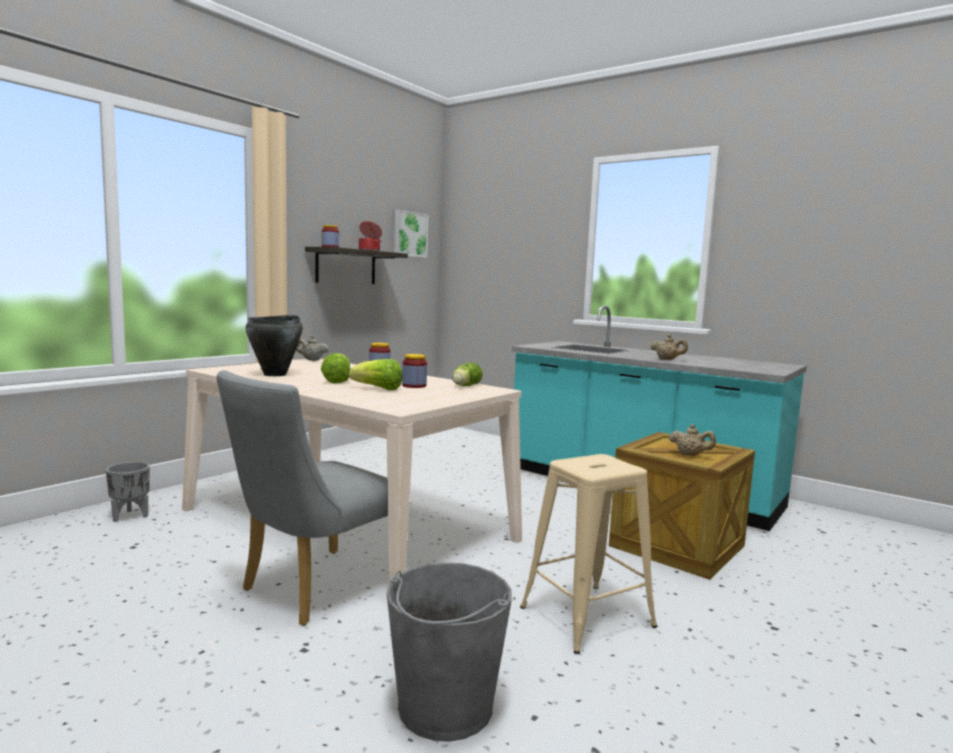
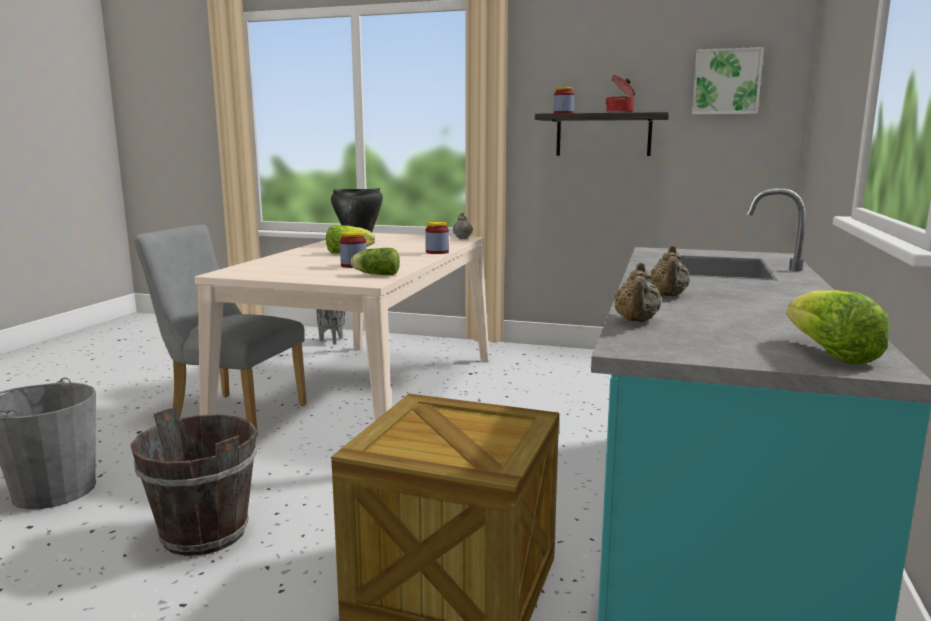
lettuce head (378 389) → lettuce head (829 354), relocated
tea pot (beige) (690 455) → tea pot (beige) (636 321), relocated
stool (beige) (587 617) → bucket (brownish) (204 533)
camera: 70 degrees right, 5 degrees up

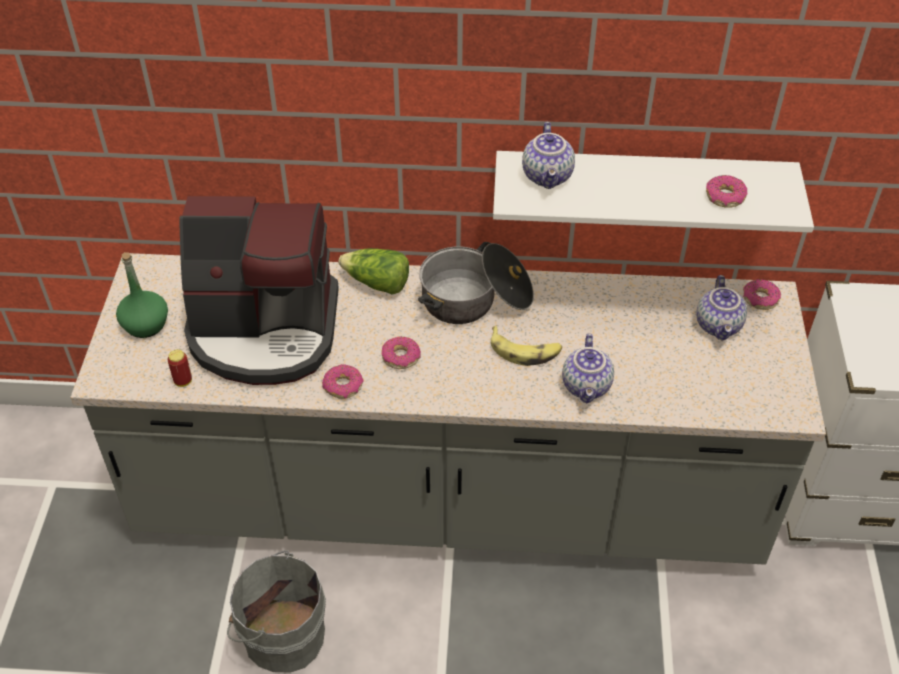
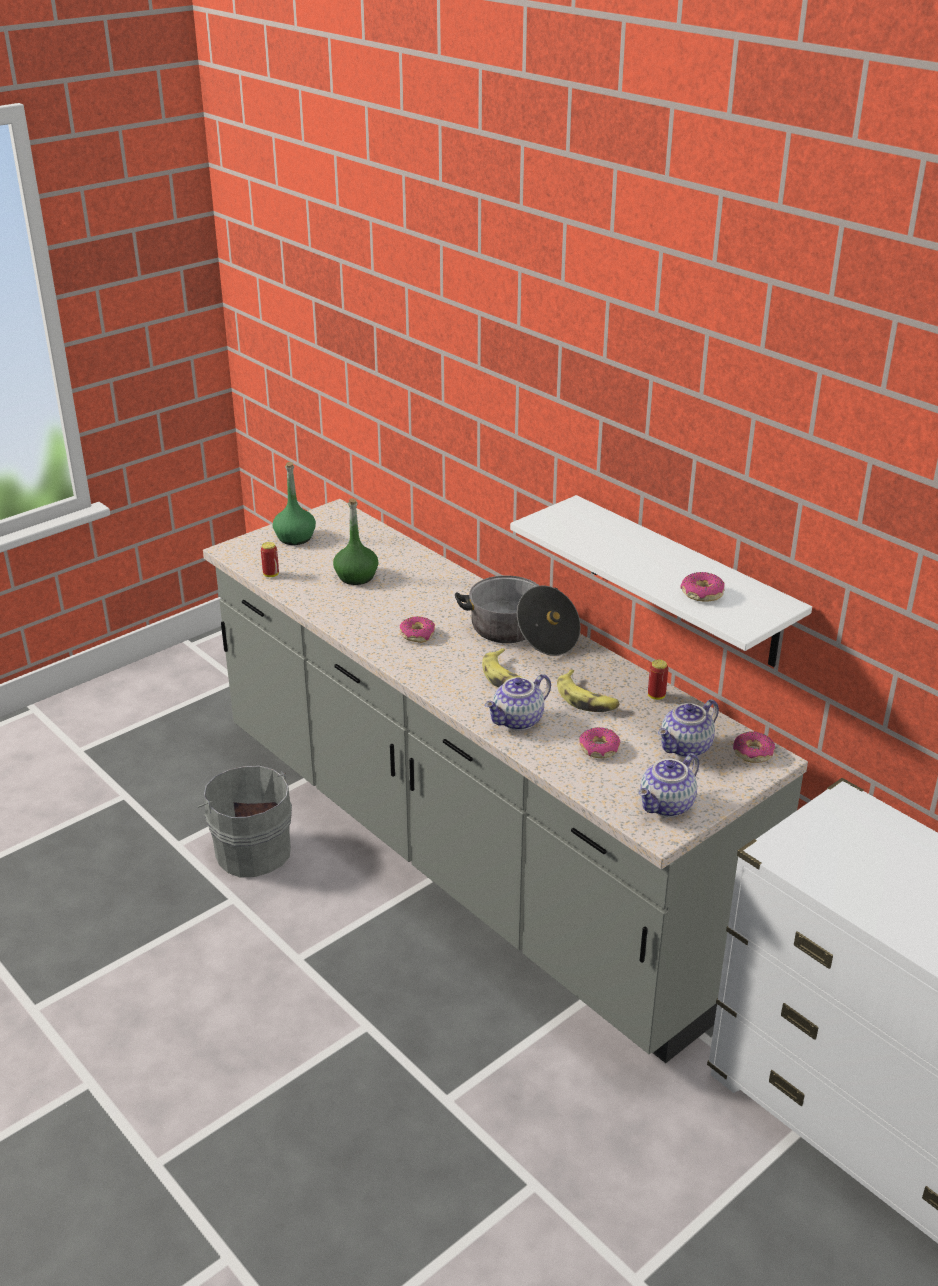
lettuce head (377 283) → -
- → whole banana (586 699)
- → metal can (656 696)
donut (343 386) → donut (599 749), relocated
tea pot (548 177) → tea pot (667 806), relocated
coffee machine (265 331) → beverage bottle (greenish) (356 577)
camera: 45 degrees right, 15 degrees down

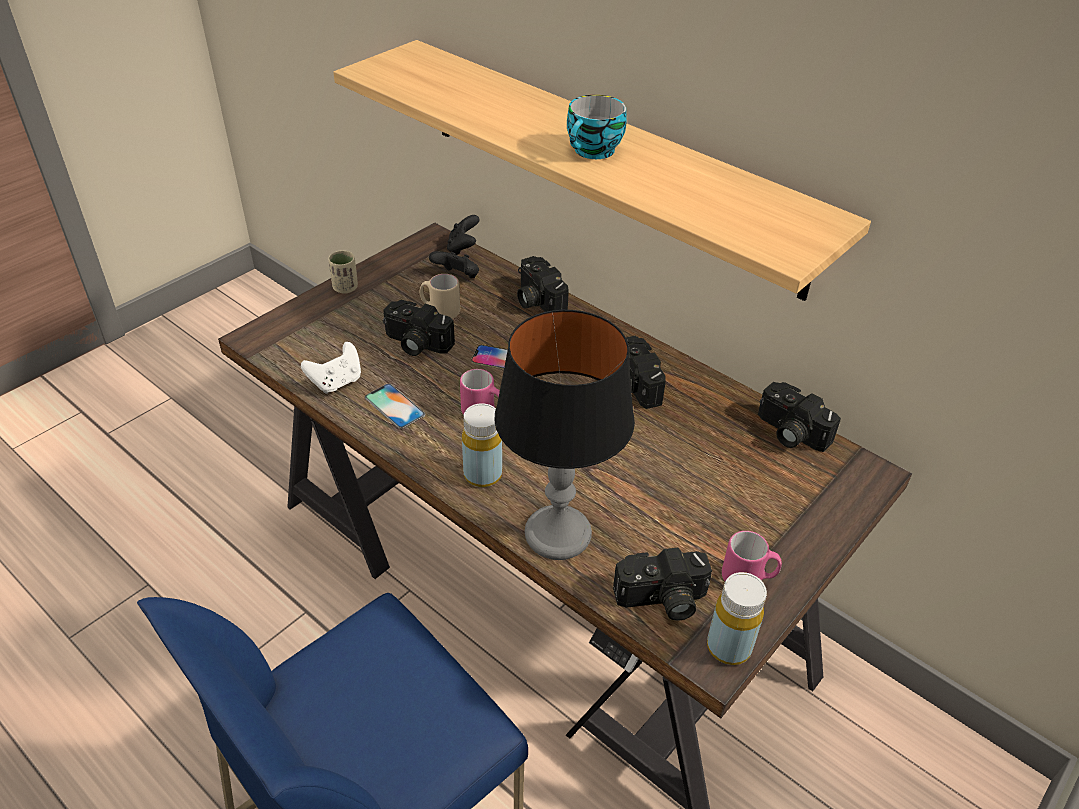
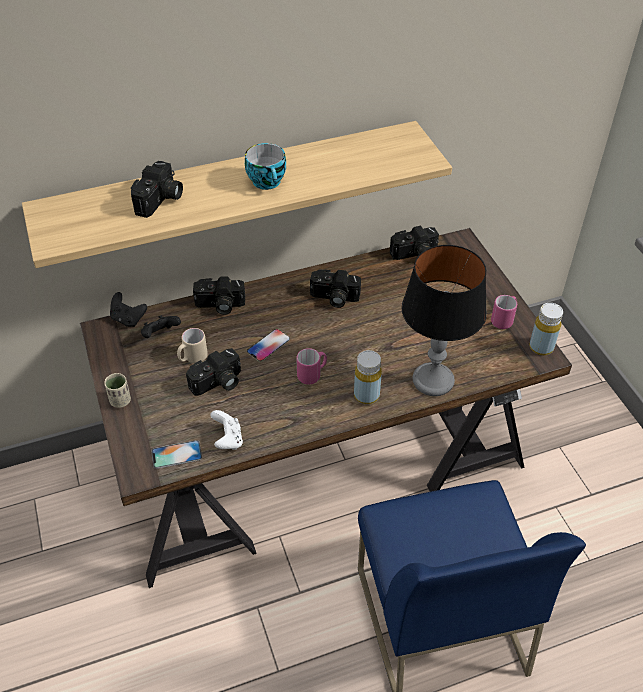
telephone (394 406) → telephone (176 454), relocated
still camera (661 600) → still camera (161 200), relocated
camera: 60 degrees left, 5 degrees up

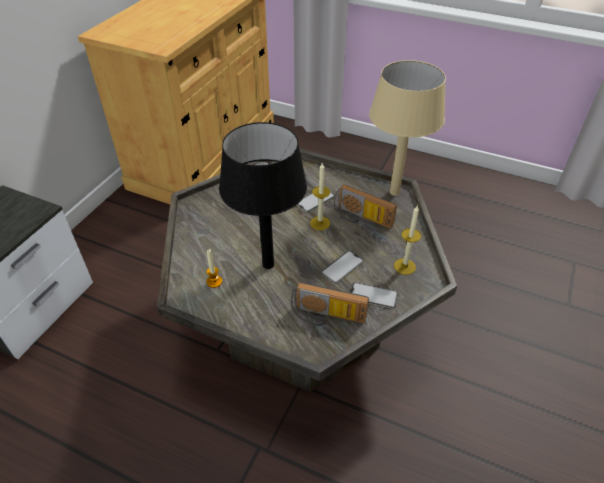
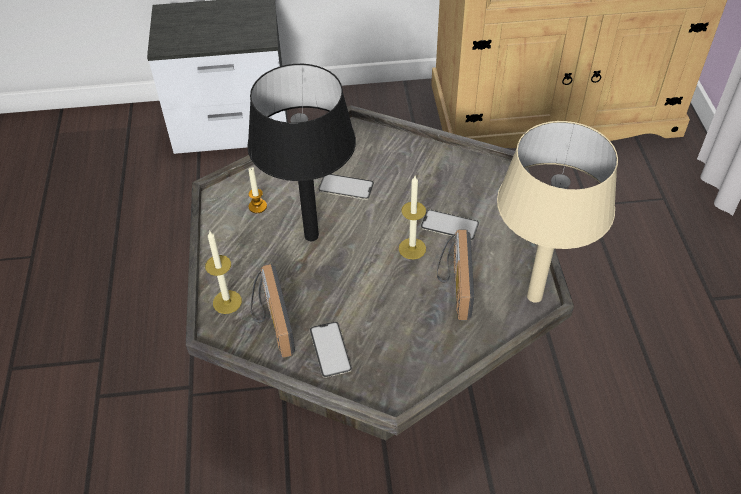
telephone (342 267) → telephone (346 187), relocated
wax candle (404 266) → wax candle (227 302), relocated
camera: 60 degrees right, 5 degrees up

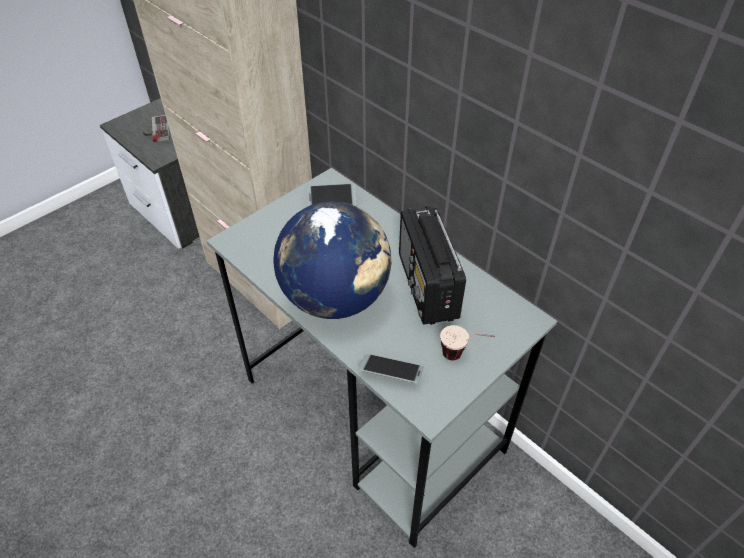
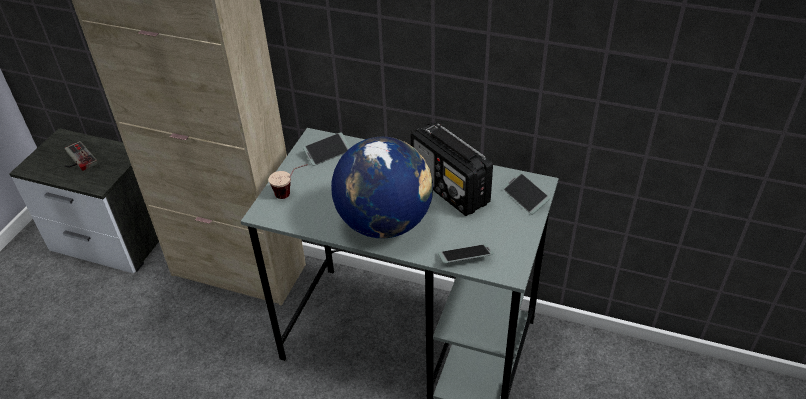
- → telephone (525 197)
small cup (463 356) → small cup (291 193), relocated
camera: 25 degrees left, 5 degrees down

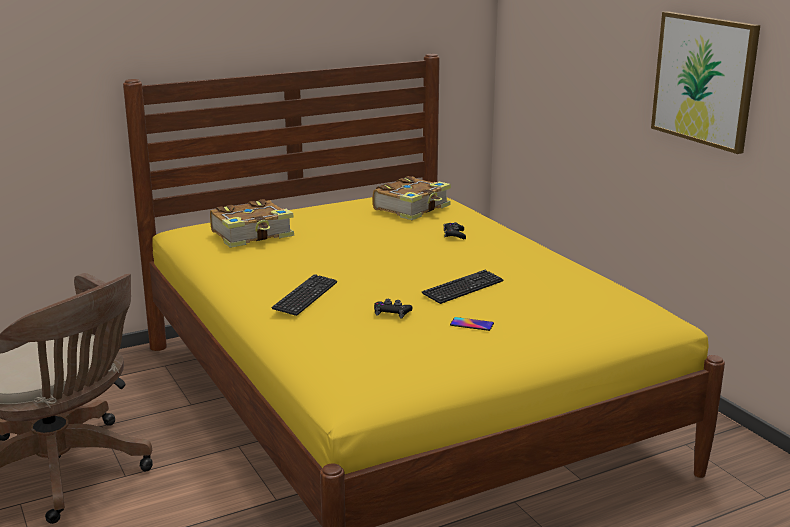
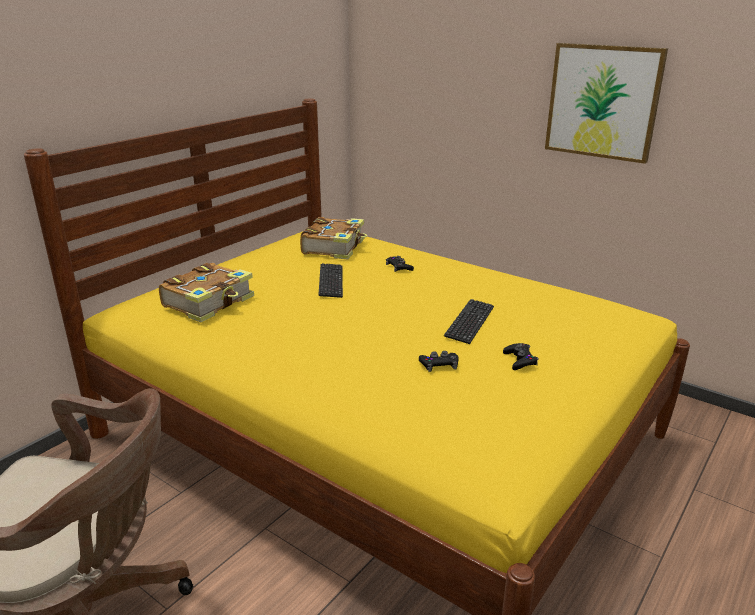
PC keyboard (305 296) → PC keyboard (331 282), relocated
telephone (472 324) → gamepad (blackish) (520 360)
camera: 25 degrees left, 5 degrees up

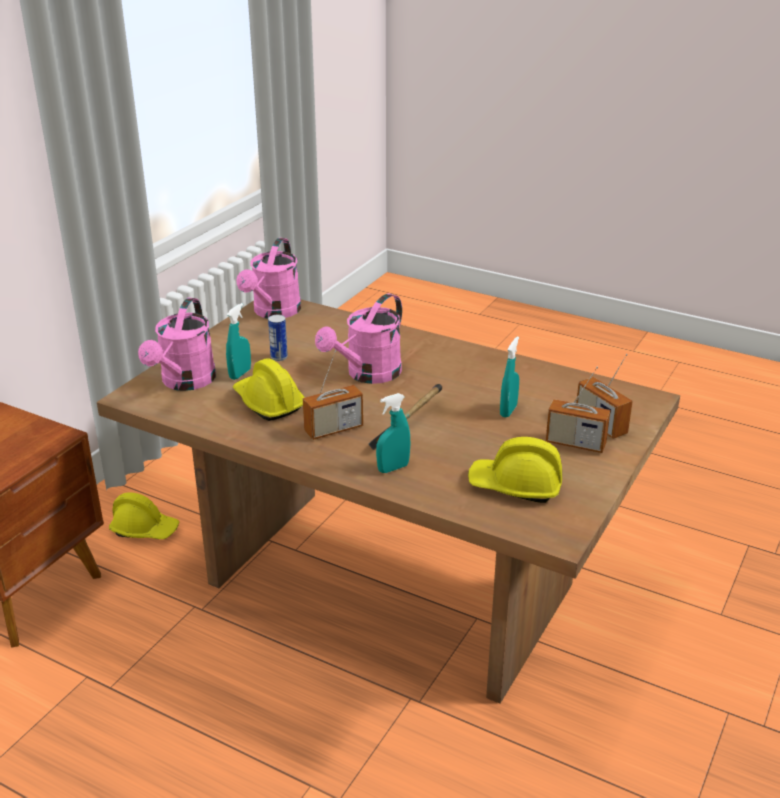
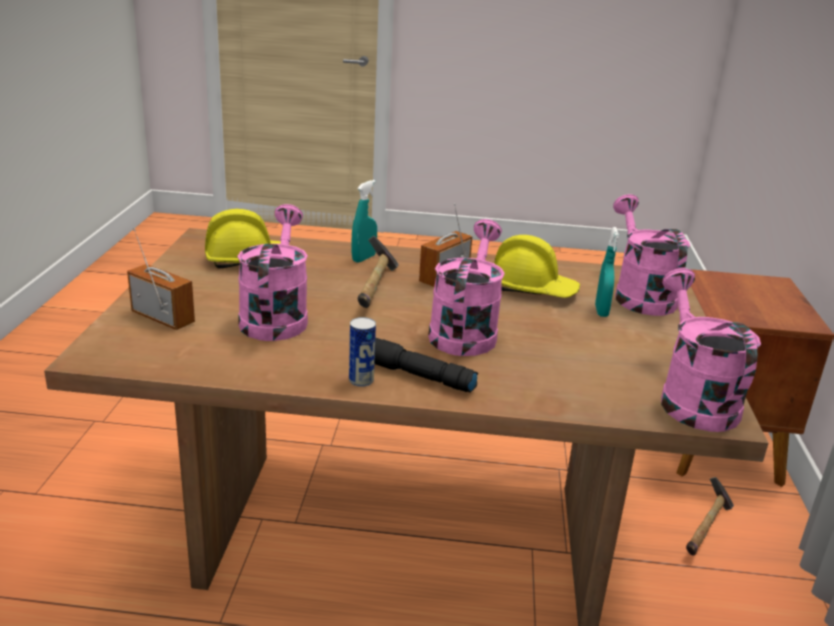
radio (575 443) → -
- → hand torch (blackish) (417 376)
metal can (279 357) → metal can (361 381), relocated
safety helmet (yellow-coloured) (145 529) → tool hammer (706 529)
sprayer (turquoise-coloured) (508 411) → watering can (pink-coloured) (275 317)
camera: 155 degrees right, 5 degrees down

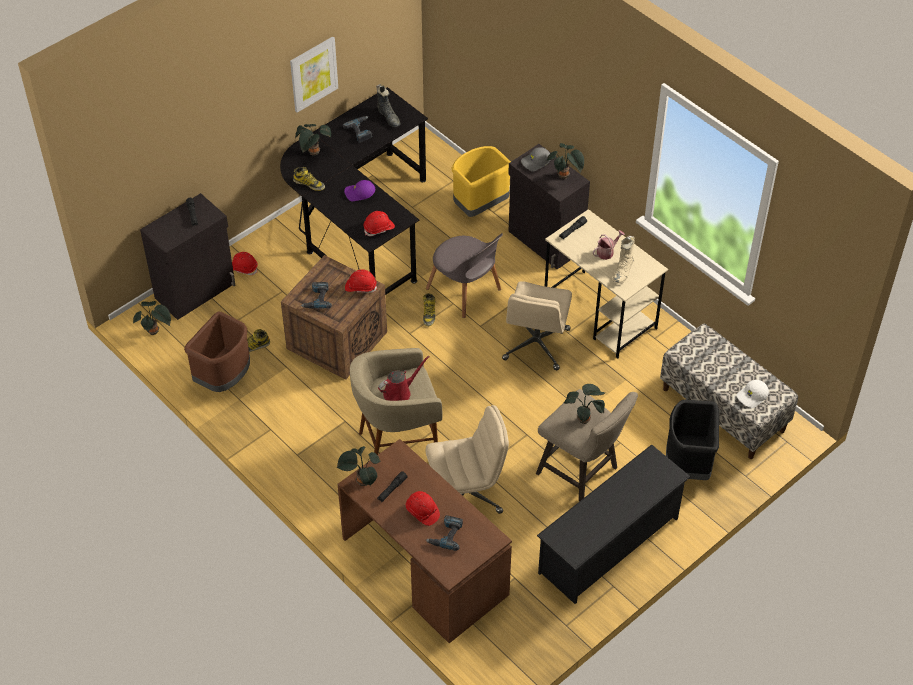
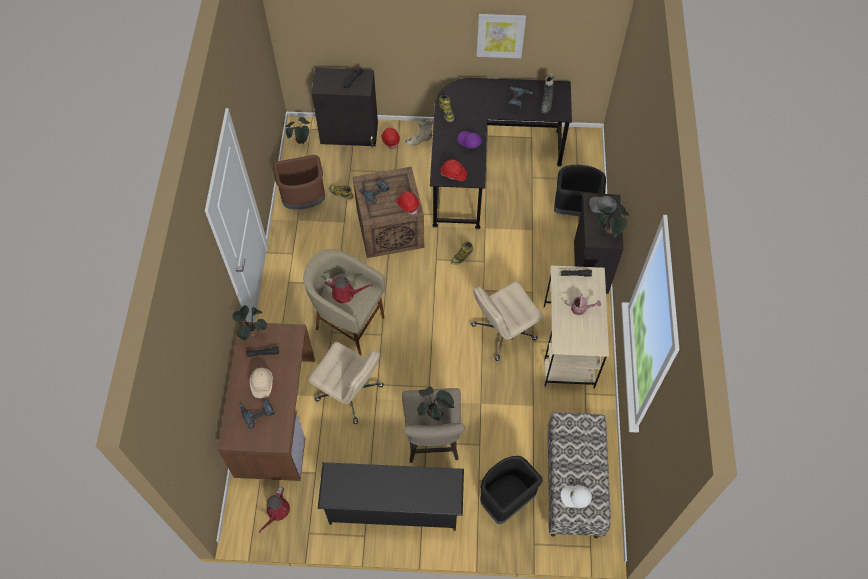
houseplant (313 153) → -
upright chair (grey) (465 291) → -
- → watering can (red) (277 512)
high-top boot (beige) (623 272) → high-top boot (beige) (419 140), relocated
safety helmet (red) (422 512) → safety helmet (beige) (262 384)
rubbish bin (yellow-coloured) (479 206) → rubbish bin (blackish) (574 209)
camera: 45 degrees right, 10 degrees up

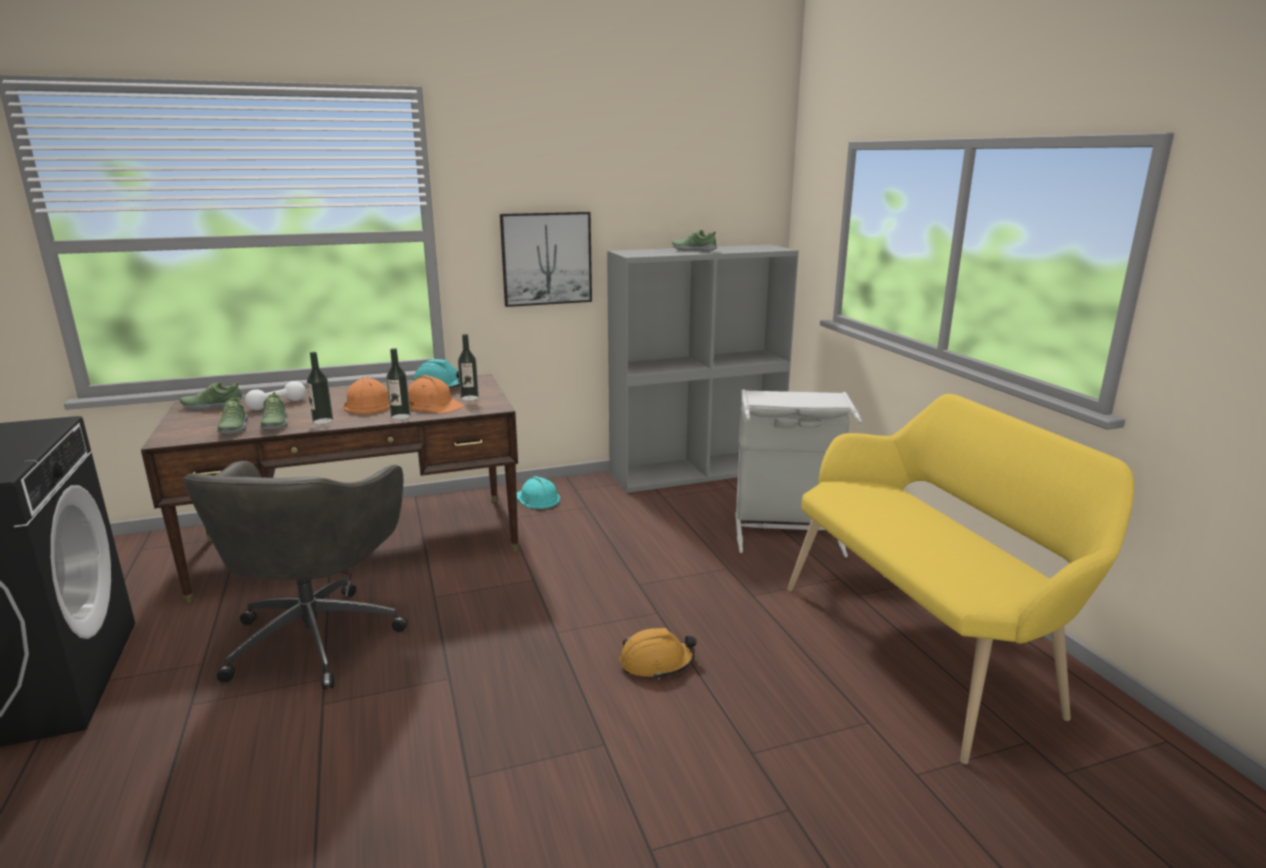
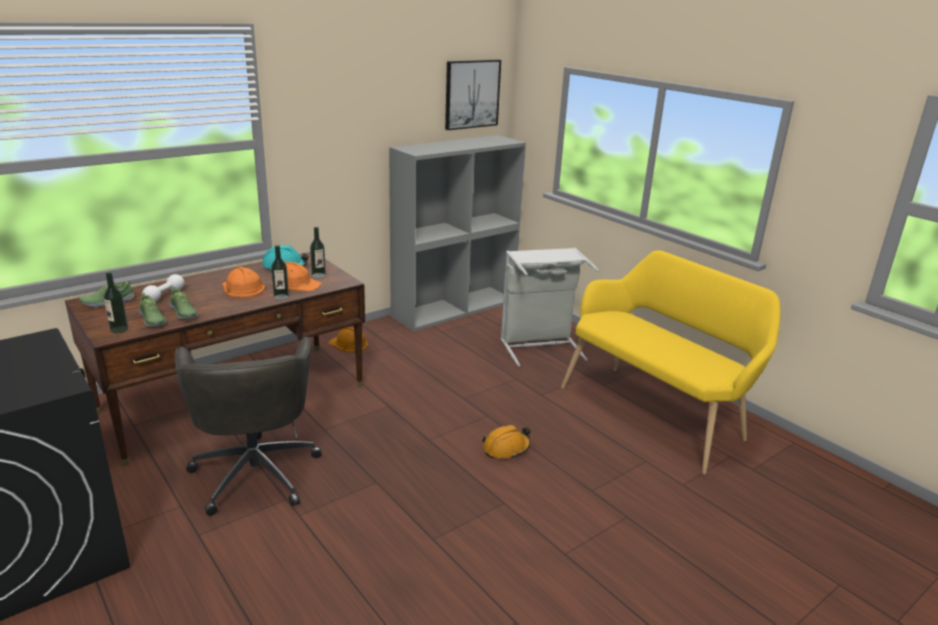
low shoe (693 250) → -
beverage bottle (323 421) → beverage bottle (119 329), relocated
picture (546 258) → picture (471 94), relocated
safety helmet (turquoise-coloured) (536 498) → safety helmet (orangey) (348 344)
camera: 20 degrees left, 5 degrees up

